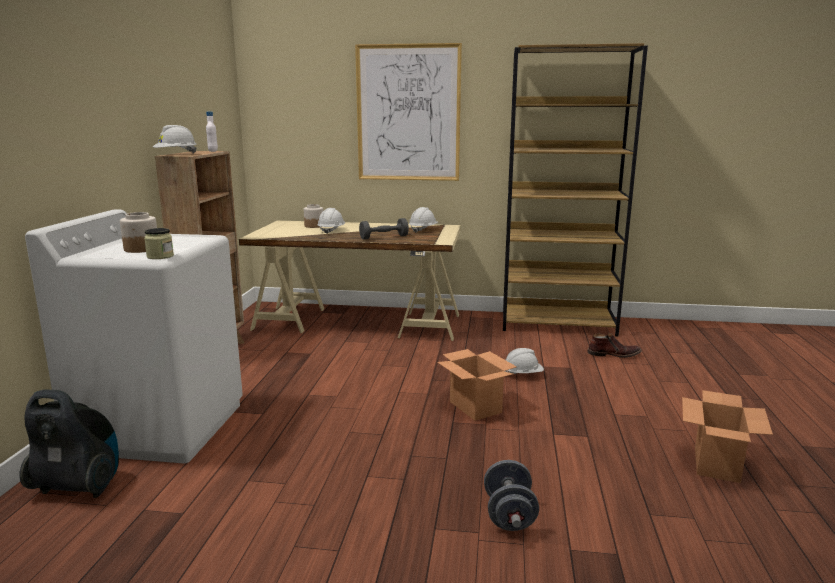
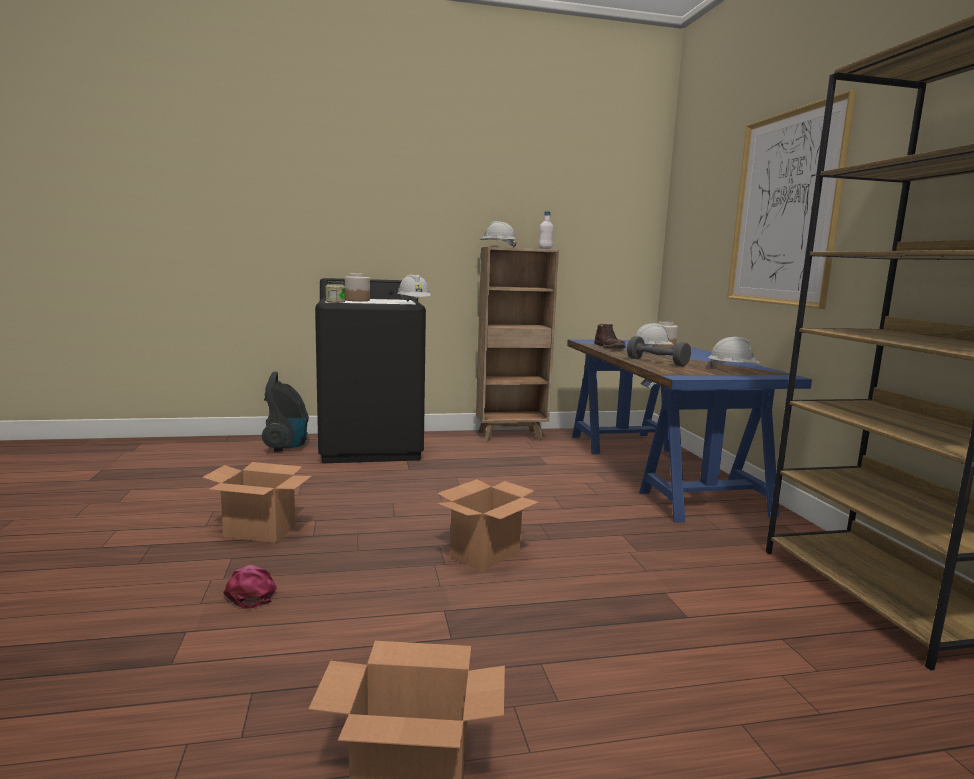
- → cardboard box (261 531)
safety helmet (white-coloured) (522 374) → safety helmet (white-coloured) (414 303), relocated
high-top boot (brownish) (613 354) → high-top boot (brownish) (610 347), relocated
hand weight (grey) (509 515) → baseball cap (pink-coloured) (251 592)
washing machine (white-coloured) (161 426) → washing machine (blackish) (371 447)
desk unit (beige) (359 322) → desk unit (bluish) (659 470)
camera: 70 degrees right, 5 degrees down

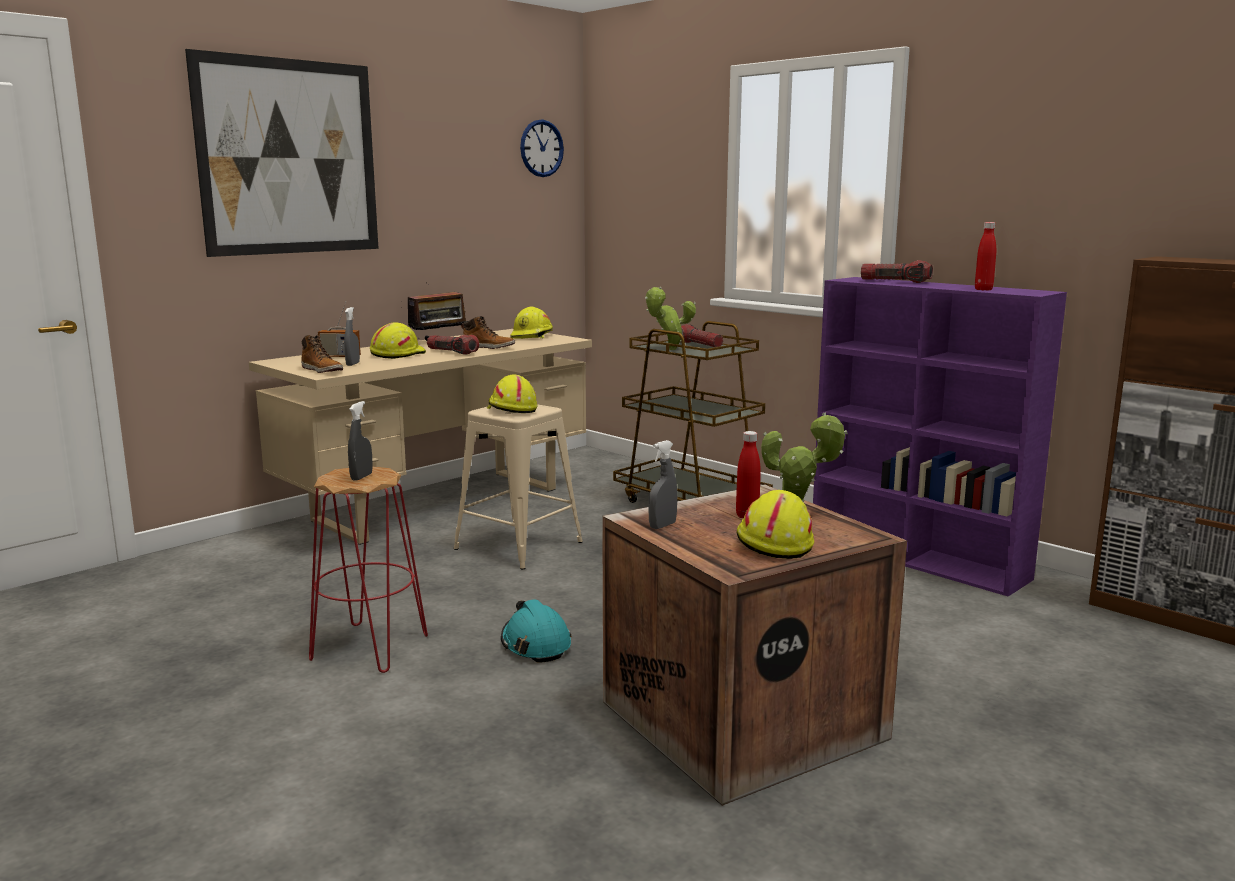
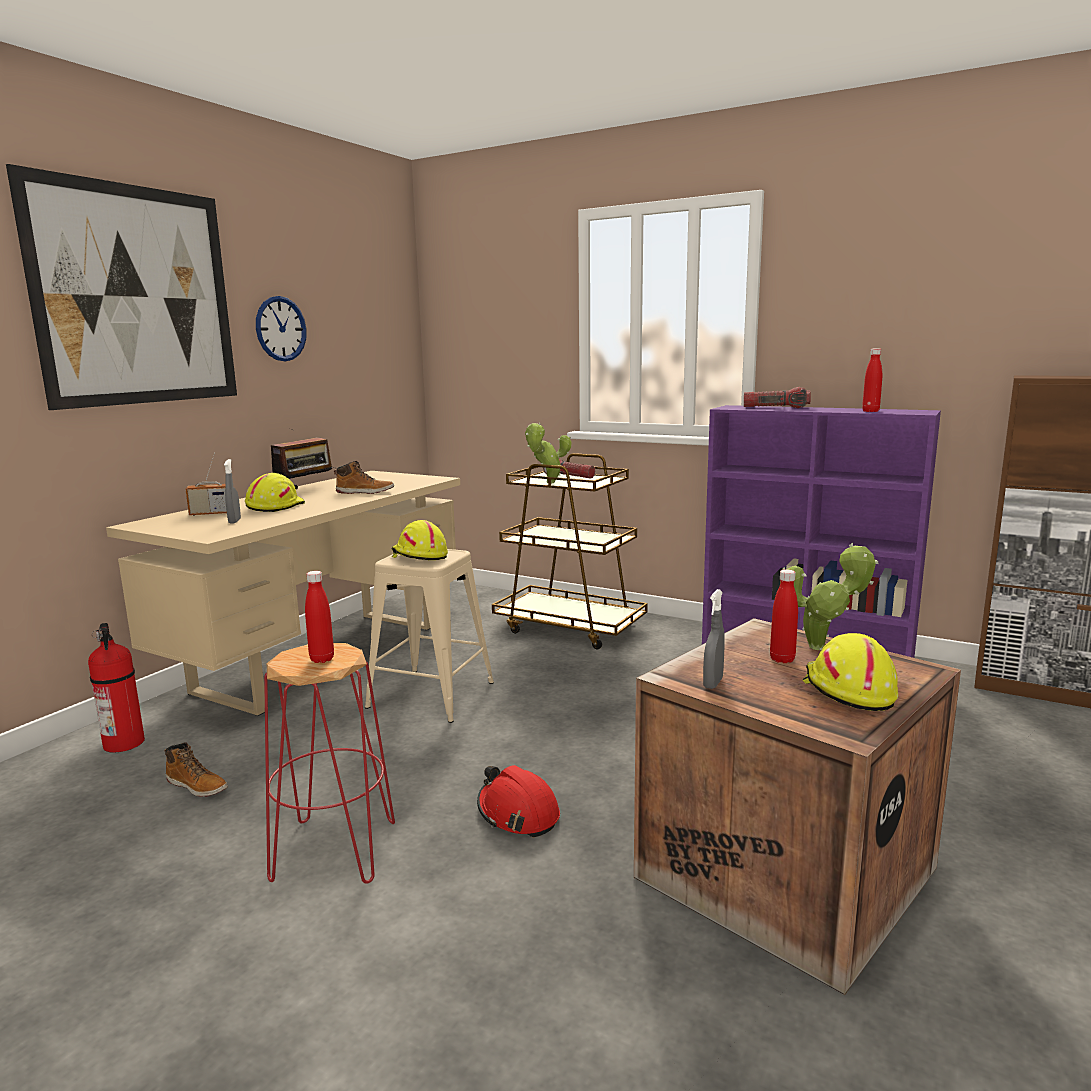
hand torch (452 352) → -
safety helmet (yellow-coloured) (532 336) → -
- → fire-fighting cylinder (124 743)
high-top boot (323 370) → high-top boot (198 786), relocated
hanging clock (541 148) → hanging clock (281 329), relocated
sprayer (grey) (361 477) → beverage bottle (red) (322 659)
safety helmet (turquoise-coloured) (535 644) → safety helmet (red) (517 813)
camera: 15 degrees left, 0 degrees up

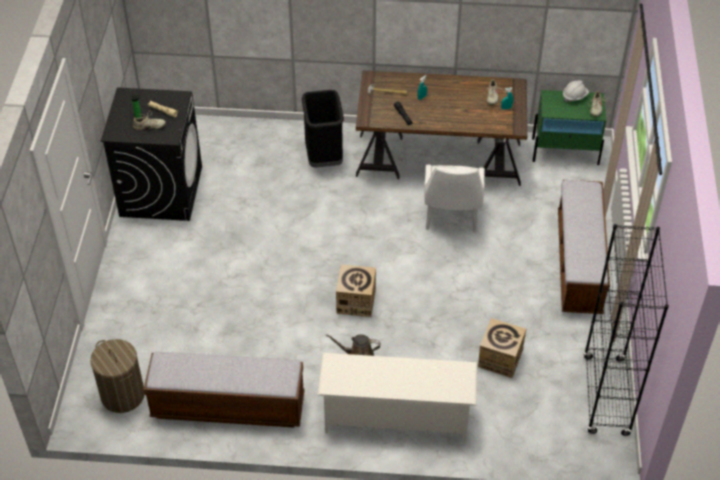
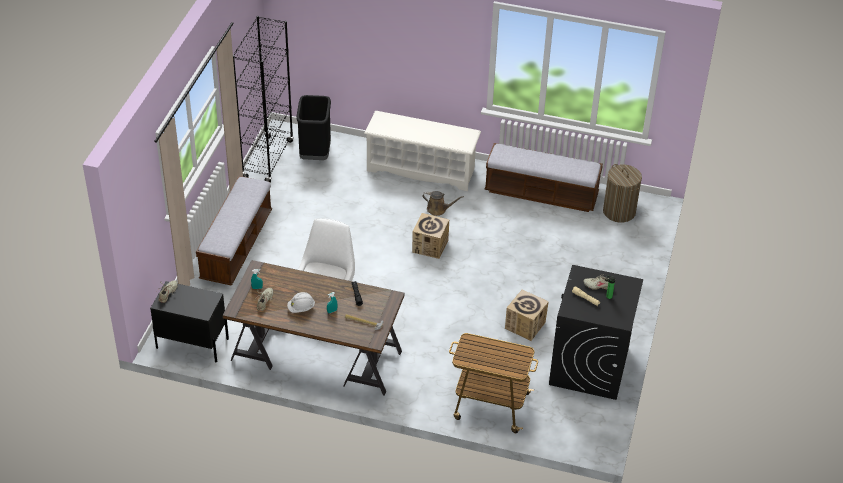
- → trolley (490 405)
rubbish bin (blackish) (324 157) → rubbish bin (blackish) (315 153), relocated
cardboard box (500 359) → cardboard box (525 325), relocated
safety helmet (white-coloured) (574 96) → safety helmet (white-coloured) (301 308), relocated
nightstand (greenish) (565 151) → nightstand (blackish) (192 343)
camera: 170 degrees left, 5 degrees down

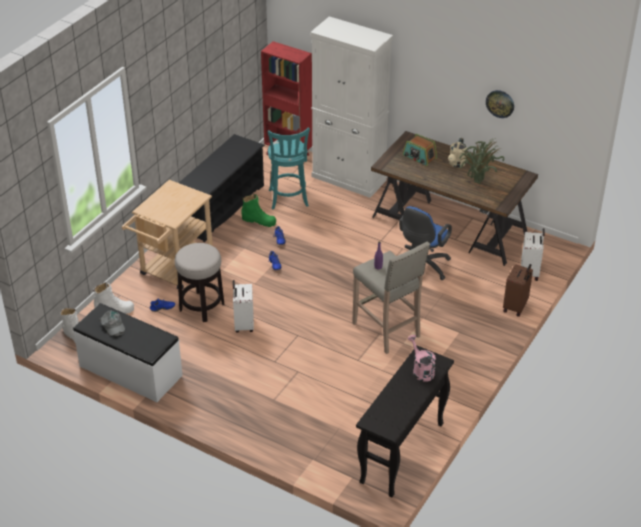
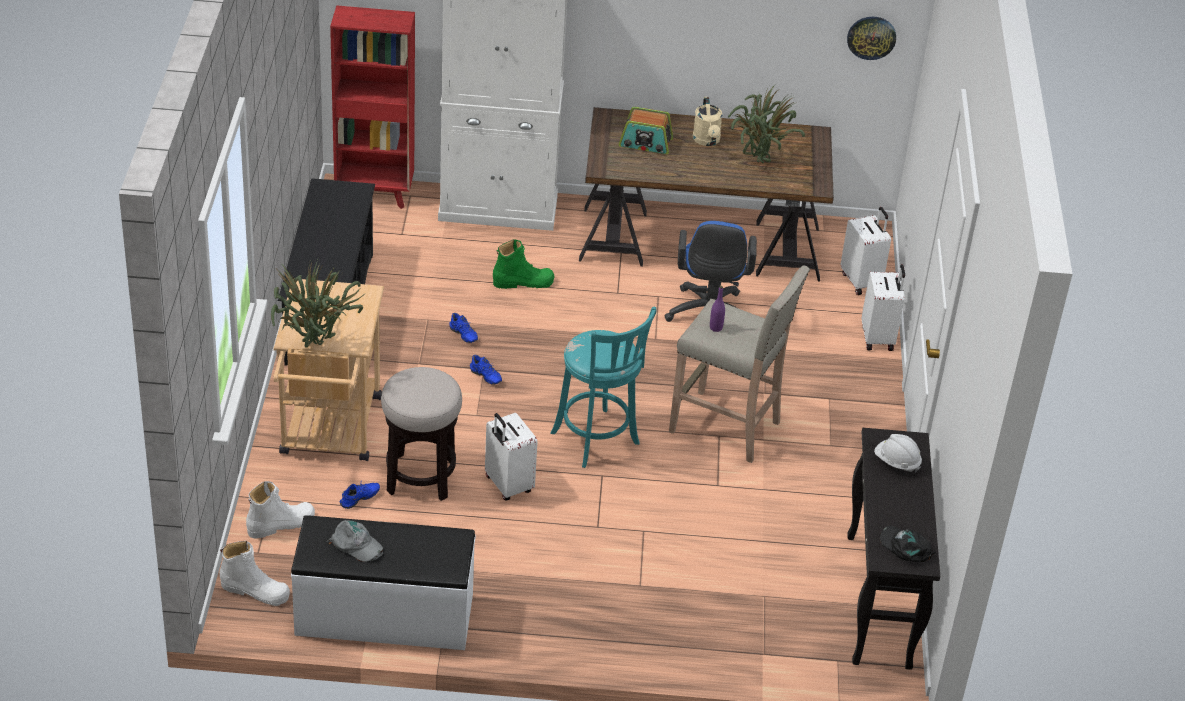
- → houseplant (315 348)
- → baseball cap (blackish) (905 547)
high-top boot (greenish) (259 220) → high-top boot (greenish) (523 282), relocated
stool (turquoise-coloured) (288 200) → stool (turquoise-coloured) (597 441), relocated
hanging clock (500 103) → hanging clock (871 37), relocated
watering can (pink-coloured) (421 370) → safety helmet (white-coloured) (896 462)
piece of luggage (brownish) (516 307) → piece of luggage (white-coloured) (878 338)
camera: 30 degrees left, 0 degrees up

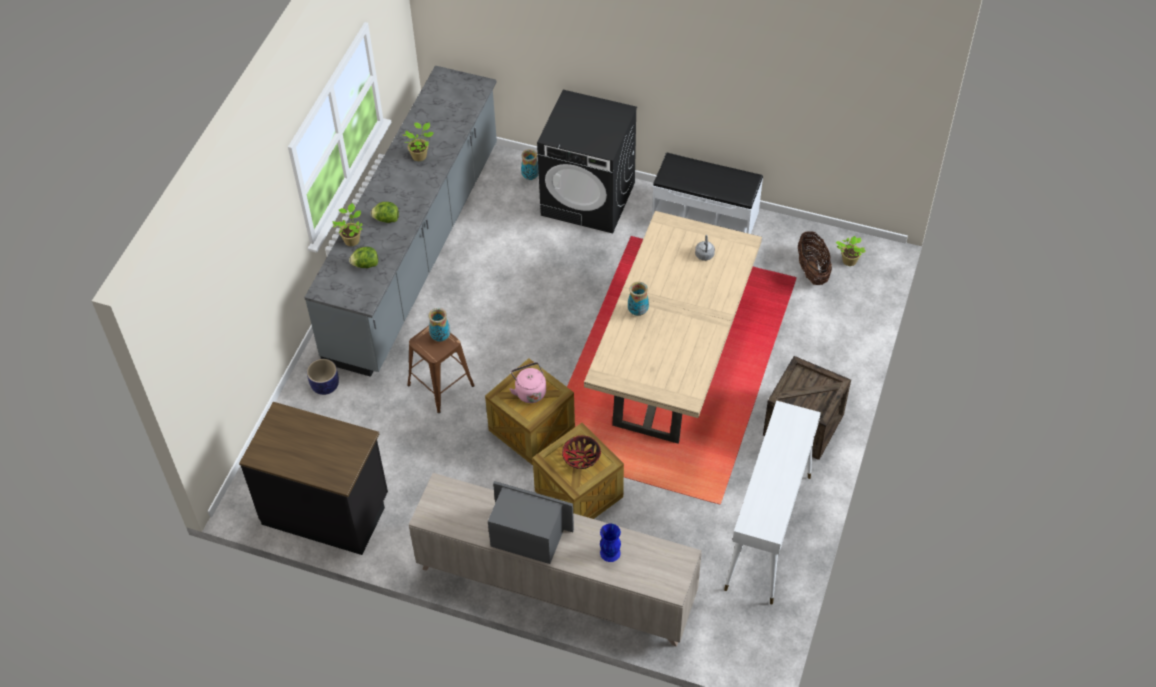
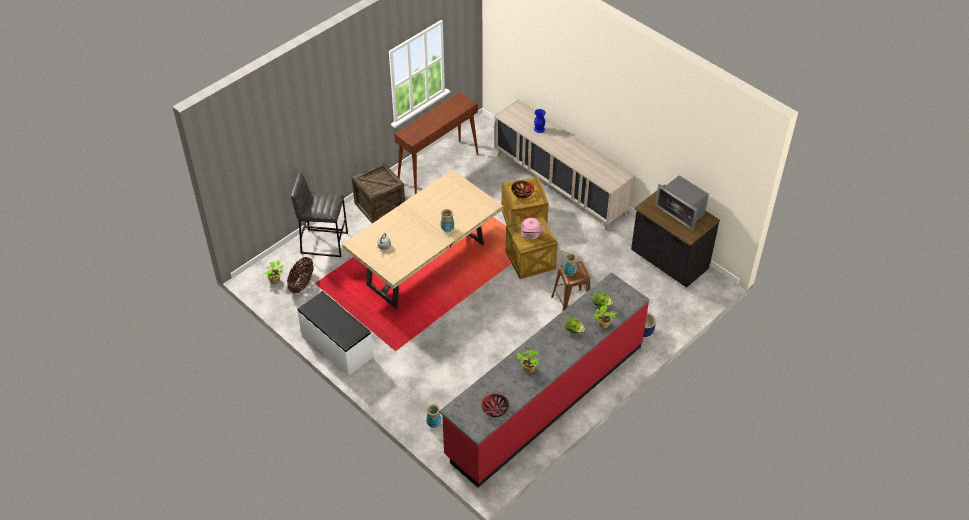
washing machine (blackish) (588 199) → -
- → stool (grey) (324 242)
- → deep dish (495 409)
kitchen microwave (527 536) → kitchen microwave (681 211), relocated
kitchen counter (grey) (415 251) → kitchen counter (red) (545 399)
narrow table (white-coloured) (768 533) → narrow table (brownish) (438 168)
camera: 155 degrees left, 5 degrees down

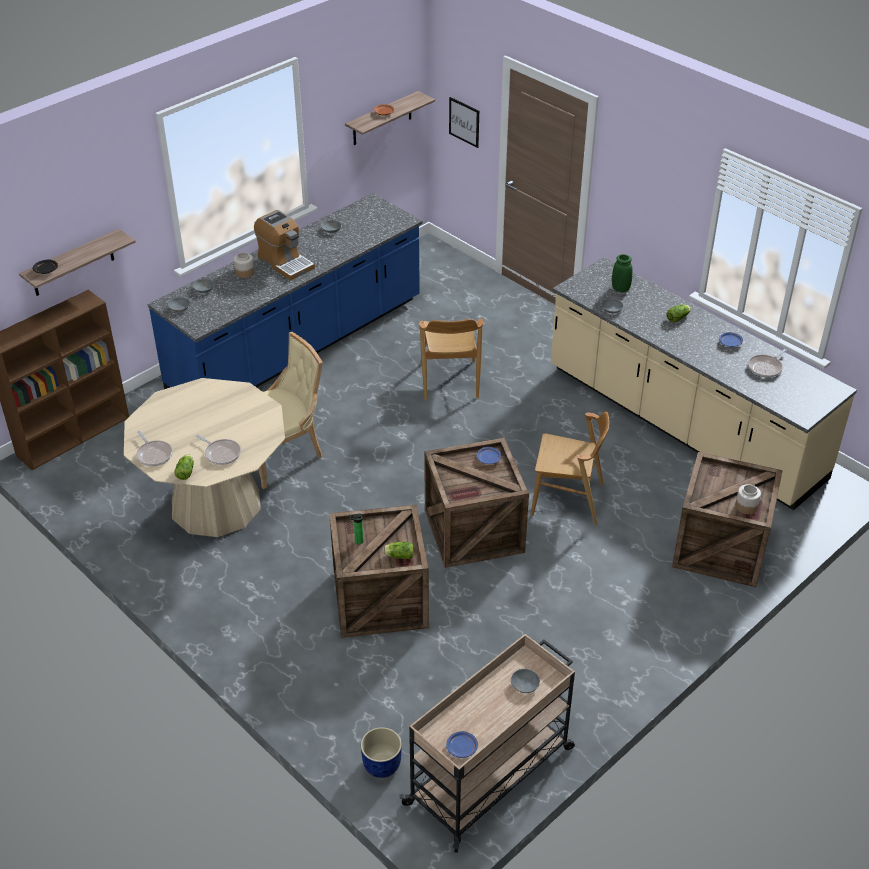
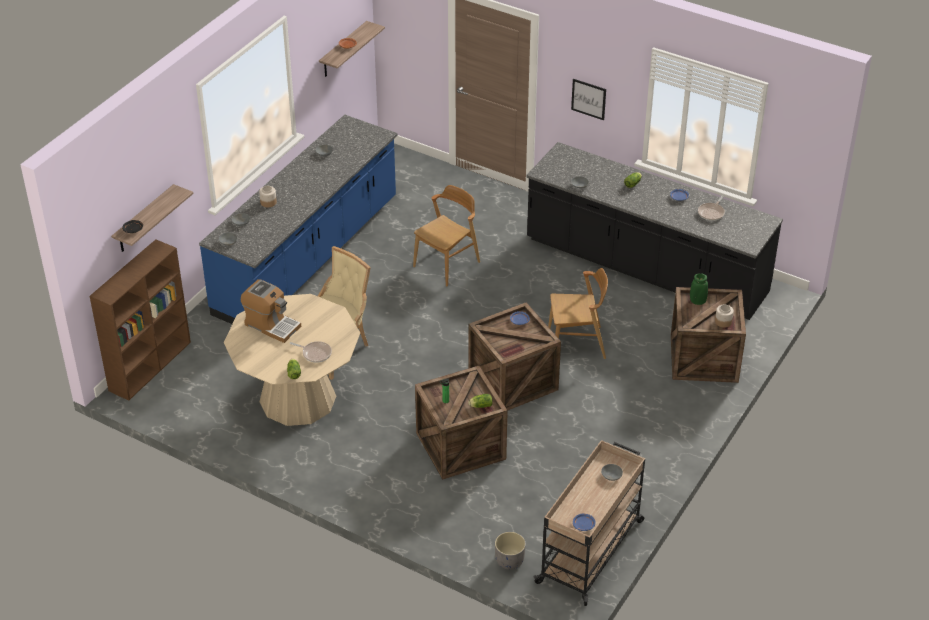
frying pan (154 454) → -
coffee machine (285 263) → coffee machine (271 325), relocated
picture (464 122) → picture (588 99), relocated
vase (greenish) (620 289) → vase (greenish) (697 301), relocated
planter (bluish) (381 765) → planter (grey) (509 561)
kitchen counter (beige) (682 424) → kitchen counter (blackish) (645 268)
upright chair (brownish) (449 380) → upright chair (brownish) (447 264), 120 degrees counterclockwise
camera: 15 degrees left, 0 degrees up

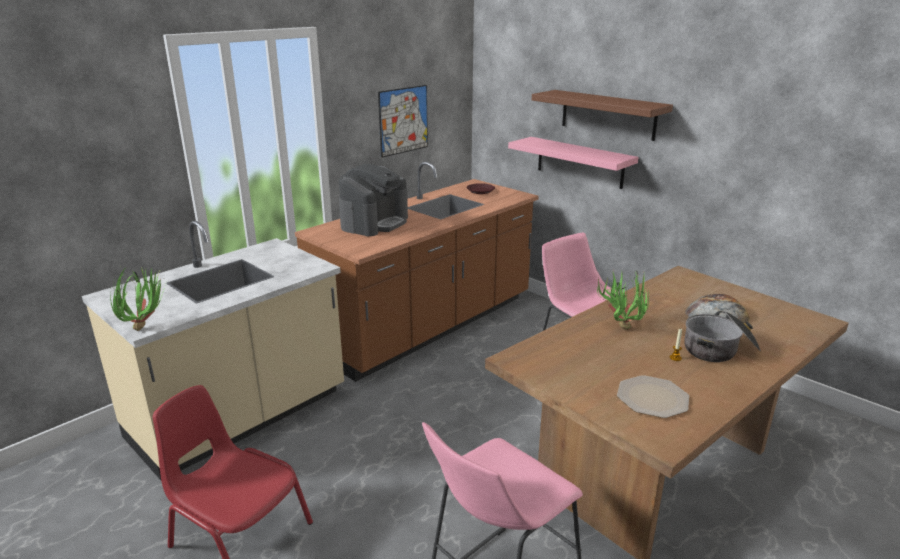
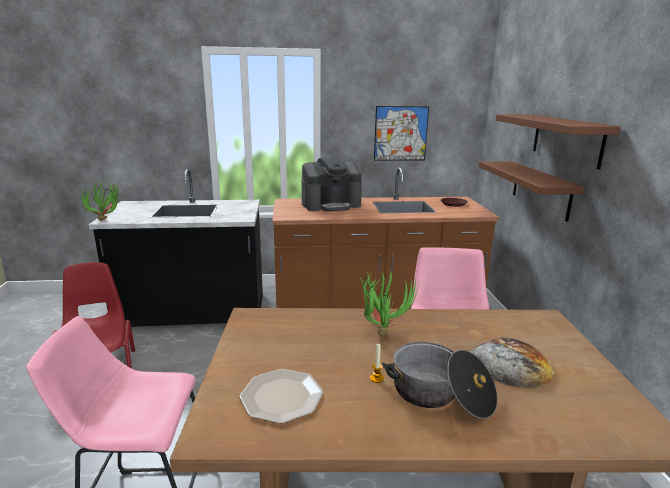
kitchen counter (beige) (240 416) → kitchen counter (blackish) (193 312)
shelf (pink-coloured) (580 162) → shelf (brownish) (541 189)
camera: 40 degrees right, 5 degrees down

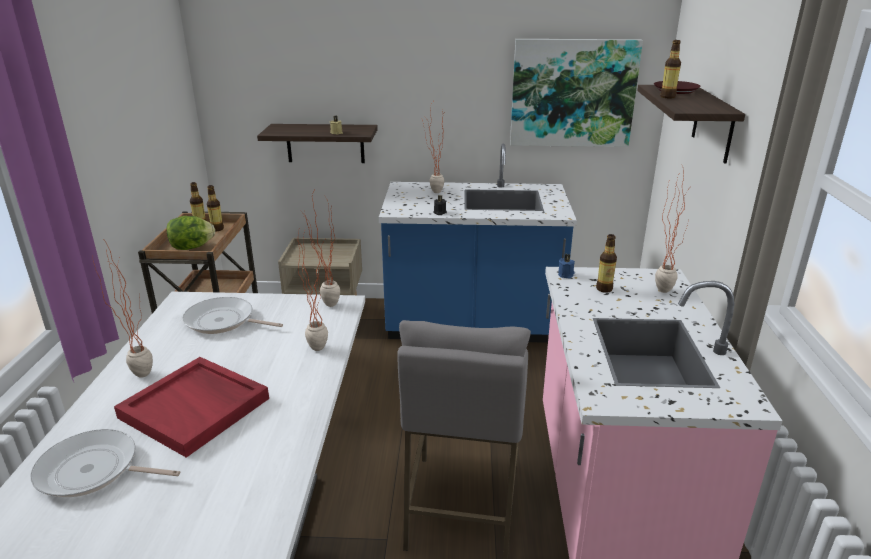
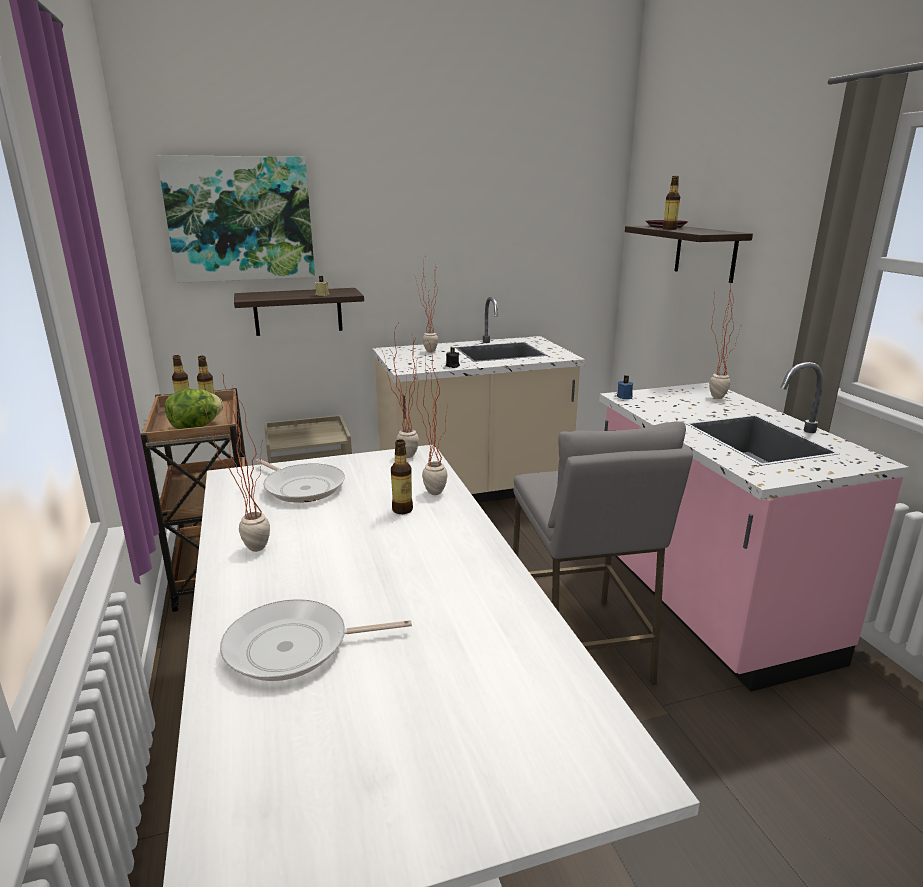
tray (red) (196 408) → -
picture (572 93) → picture (240 219), relocated
beverage bottle (604 289) → beverage bottle (402 510), relocated
kitchen counter (bluish) (472 326) → kitchen counter (beige) (474 489)
frying pan (223 321) → frying pan (302 487), 135 degrees counterclockwise
camera: 20 degrees left, 5 degrees down

